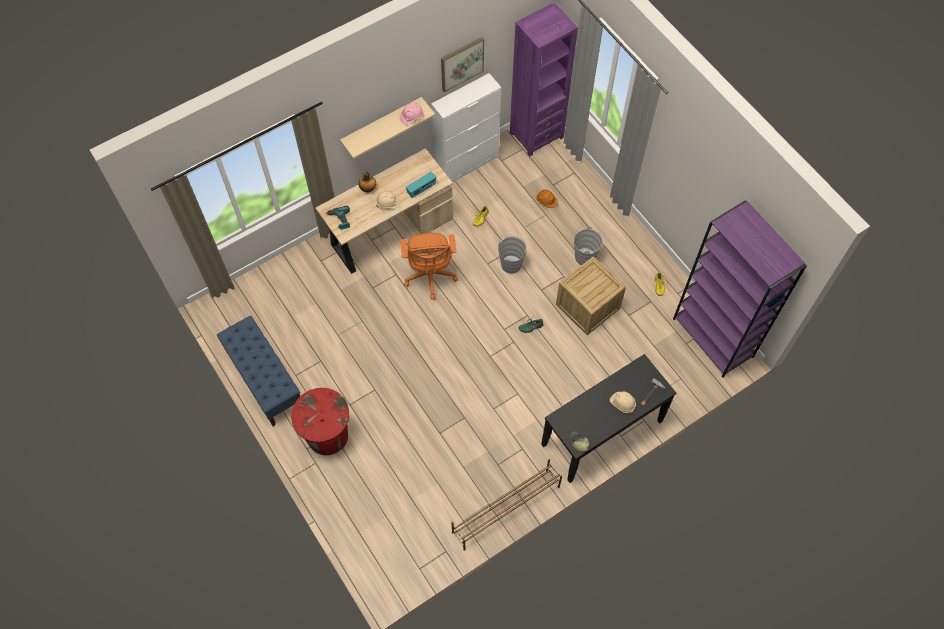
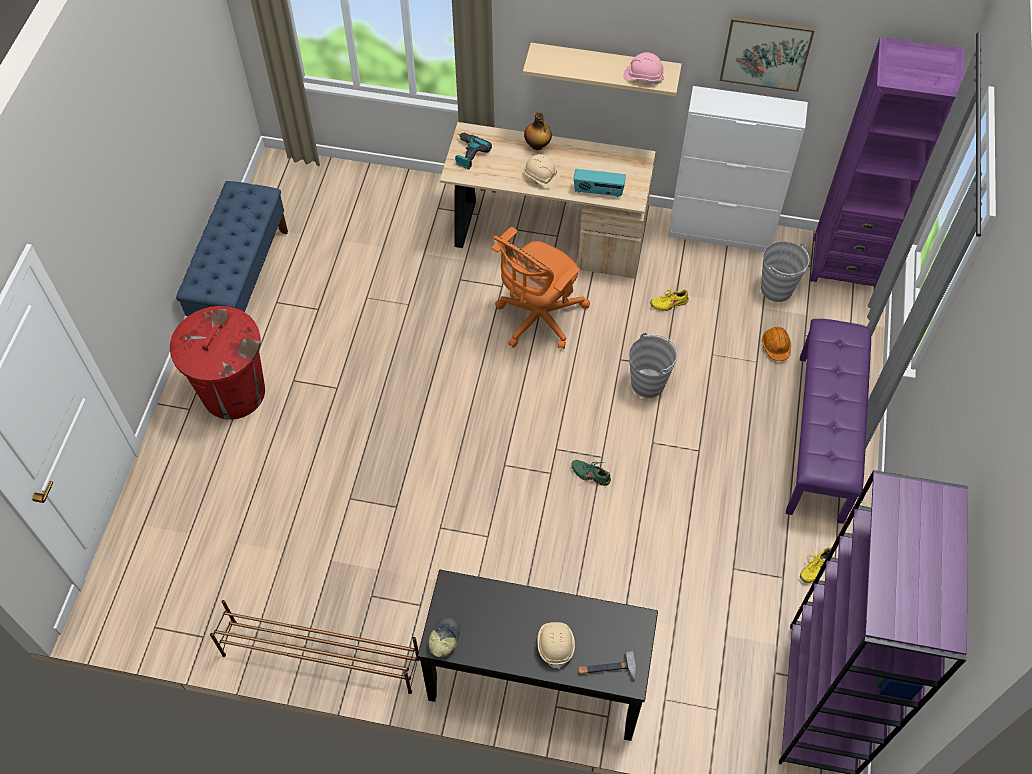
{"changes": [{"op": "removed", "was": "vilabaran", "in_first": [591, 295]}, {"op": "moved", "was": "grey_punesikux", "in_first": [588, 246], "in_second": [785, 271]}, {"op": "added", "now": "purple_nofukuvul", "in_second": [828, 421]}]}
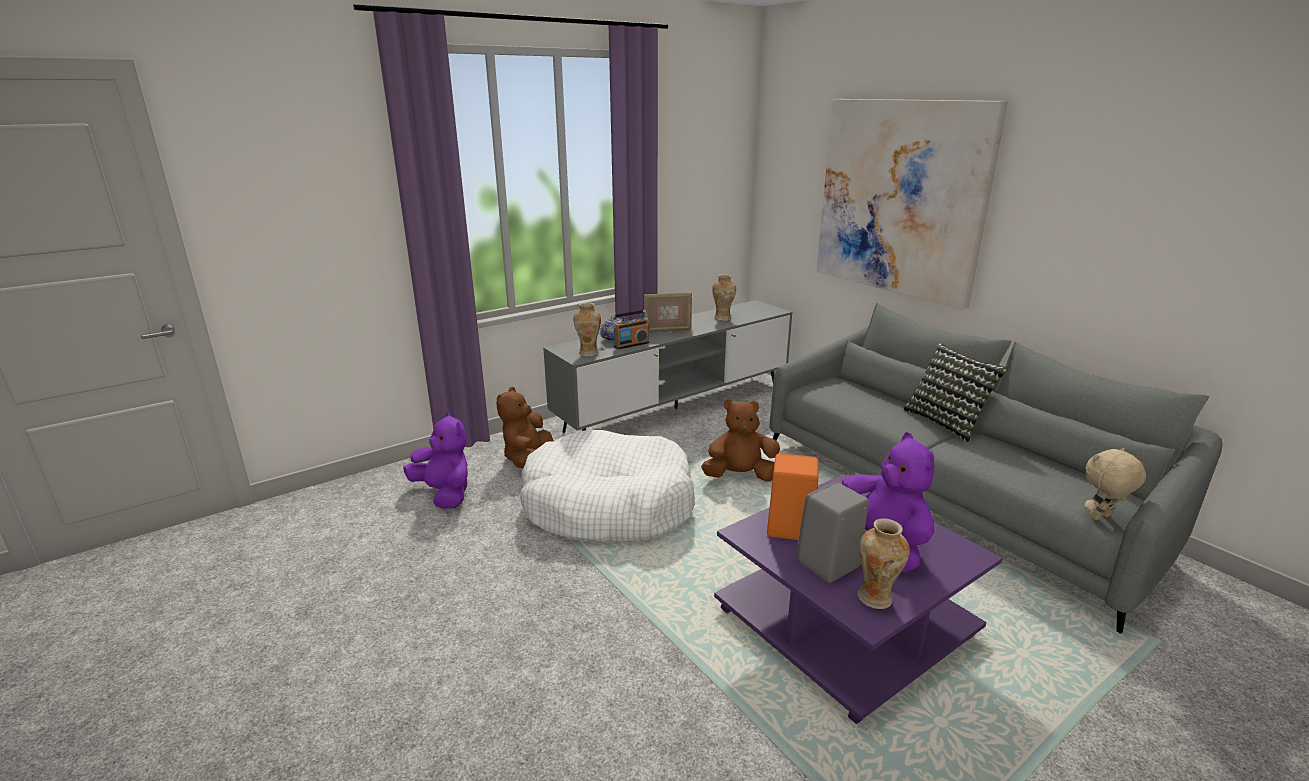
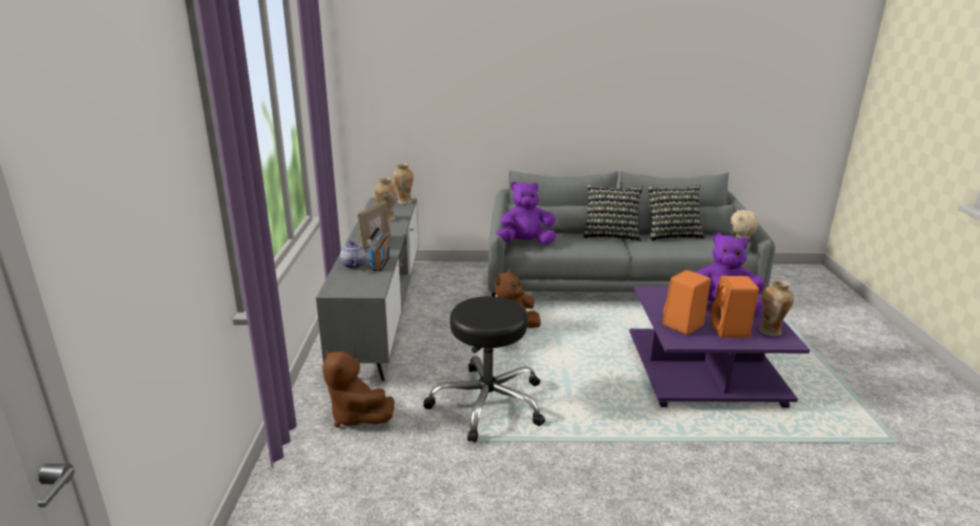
{"changes": [{"op": "moved", "was": "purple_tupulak", "in_first": [435, 460], "in_second": [526, 212]}, {"op": "replaced", "was": "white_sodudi", "now": "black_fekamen", "in_first": [607, 485], "in_second": [484, 369]}, {"op": "moved", "was": "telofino", "in_first": [587, 329], "in_second": [403, 183]}, {"op": "recoloured", "was": "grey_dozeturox", "now": "orange_dozeturox", "in_first": [833, 532], "in_second": [735, 307]}, {"op": "removed", "was": "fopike", "in_first": [912, 204]}, {"op": "added", "now": "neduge", "in_second": [676, 213]}]}
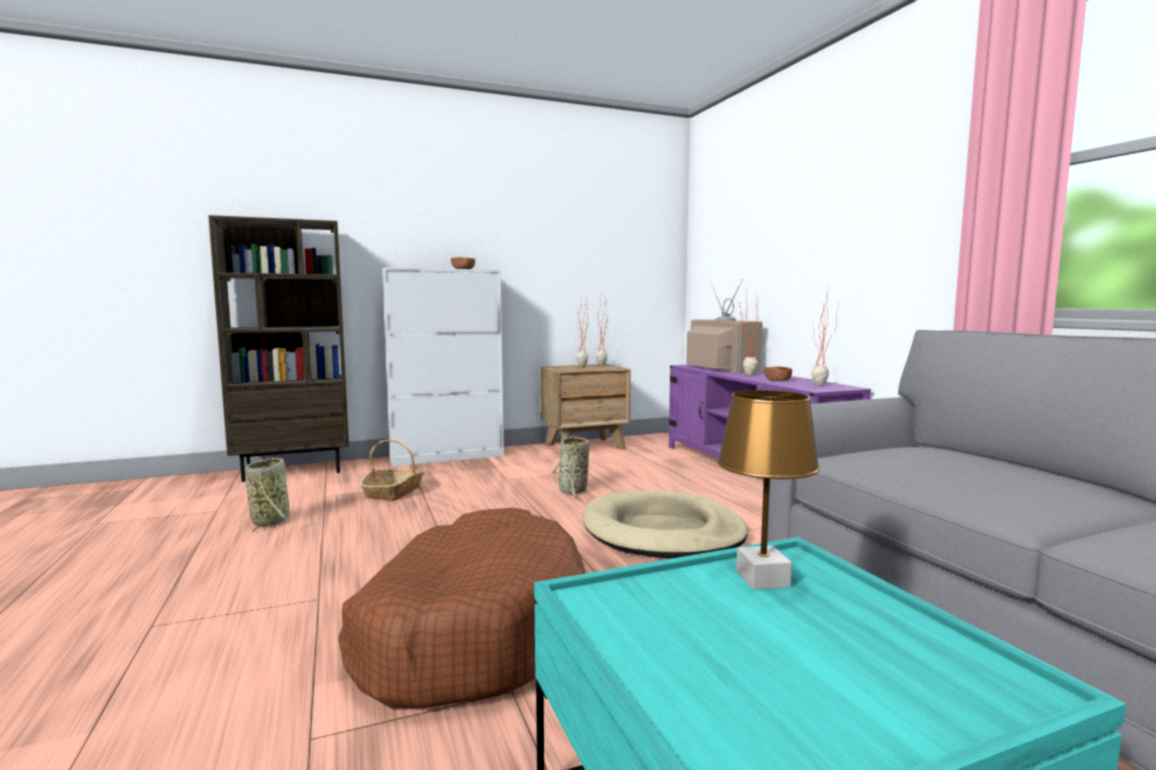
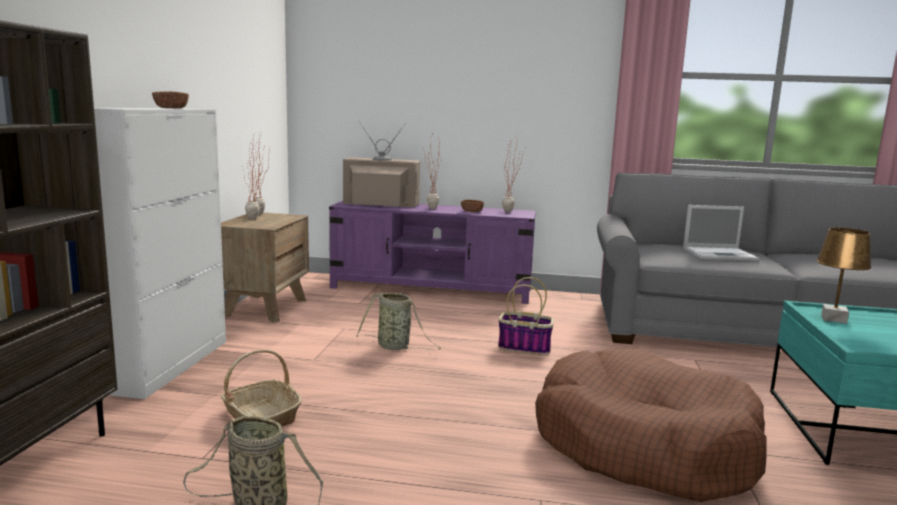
{"changes": [{"op": "replaced", "was": "beige_sodudi", "now": "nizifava", "in_first": [665, 525], "in_second": [526, 316]}, {"op": "added", "now": "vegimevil", "in_second": [721, 233]}]}
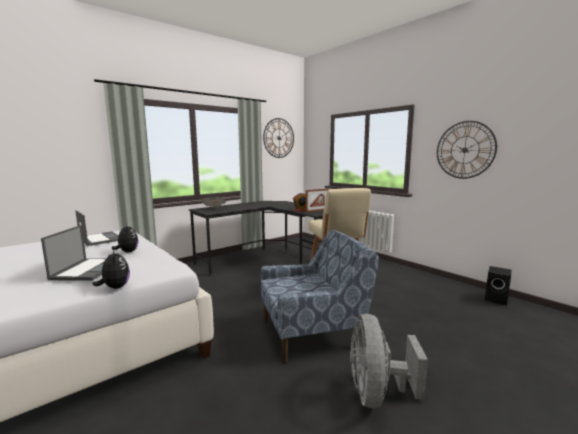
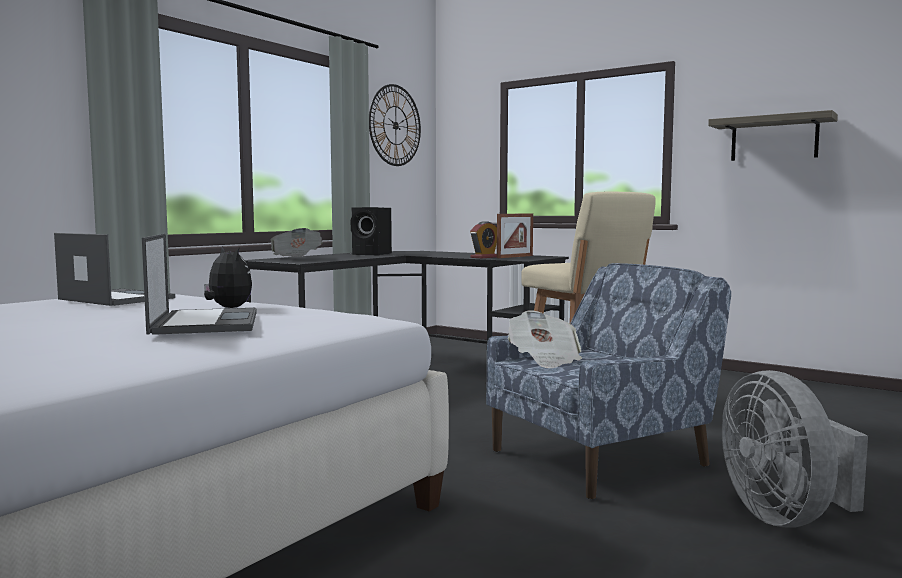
{"changes": [{"op": "removed", "was": "tupulak", "in_first": [111, 269]}, {"op": "replaced", "was": "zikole", "now": "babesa", "in_first": [467, 150], "in_second": [773, 135]}, {"op": "moved", "was": "black_dozeturox", "in_first": [498, 285], "in_second": [371, 231]}, {"op": "added", "now": "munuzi", "in_second": [545, 339]}]}
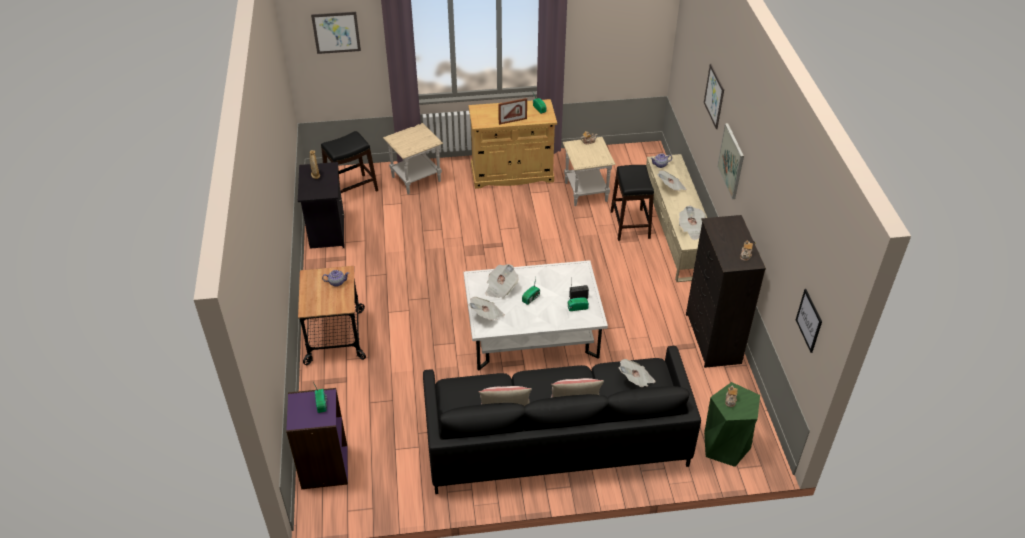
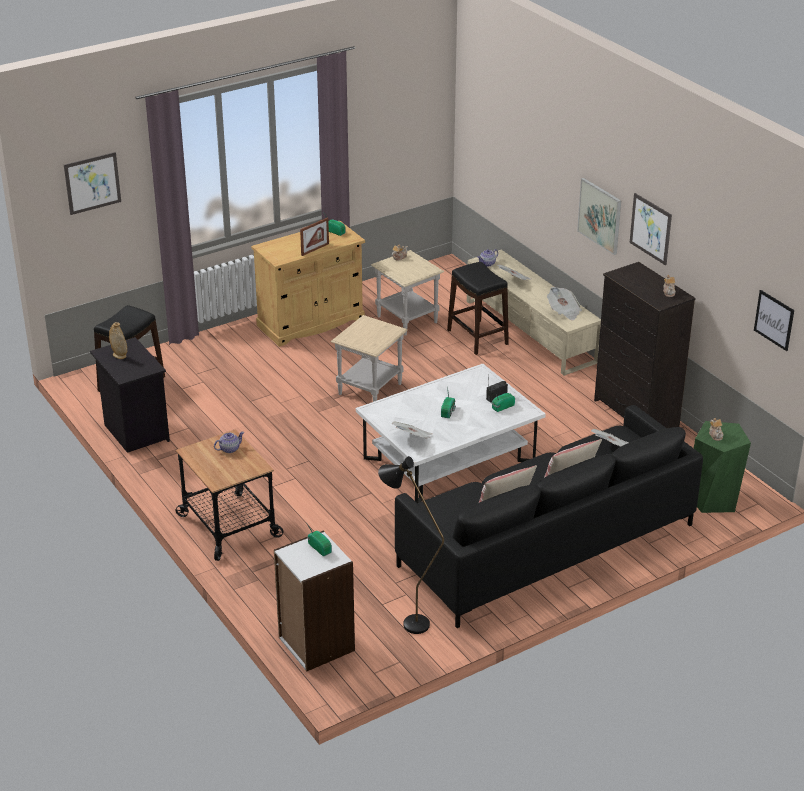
{"changes": [{"op": "recoloured", "was": "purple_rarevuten", "now": "white_rarevuten", "in_first": [317, 438], "in_second": [314, 601]}, {"op": "moved", "was": "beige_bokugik", "in_first": [413, 158], "in_second": [369, 358]}, {"op": "removed", "was": "munuzi", "in_first": [502, 281]}, {"op": "moved", "was": "fopike", "in_first": [714, 96], "in_second": [651, 229]}, {"op": "added", "now": "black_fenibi", "in_second": [411, 545]}]}
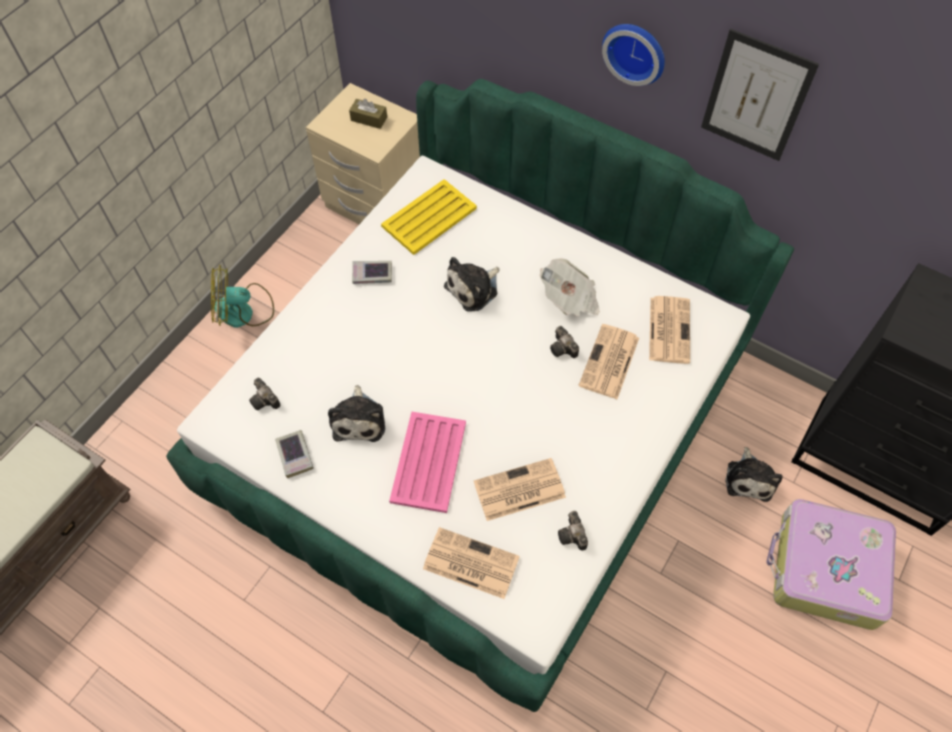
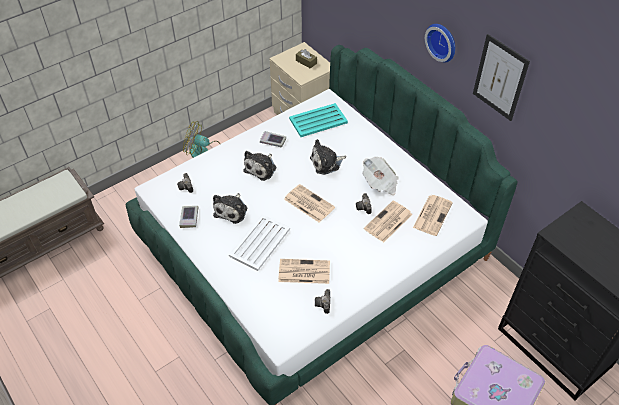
{"changes": [{"op": "recoloured", "was": "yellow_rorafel", "now": "turquoise_rorafel", "in_first": [429, 217], "in_second": [318, 120]}, {"op": "recoloured", "was": "pink_rorafel", "now": "white_rorafel", "in_first": [427, 462], "in_second": [259, 242]}, {"op": "moved", "was": "munuzi", "in_first": [471, 563], "in_second": [309, 203]}, {"op": "moved", "was": "tupulak", "in_first": [753, 474], "in_second": [259, 166]}]}
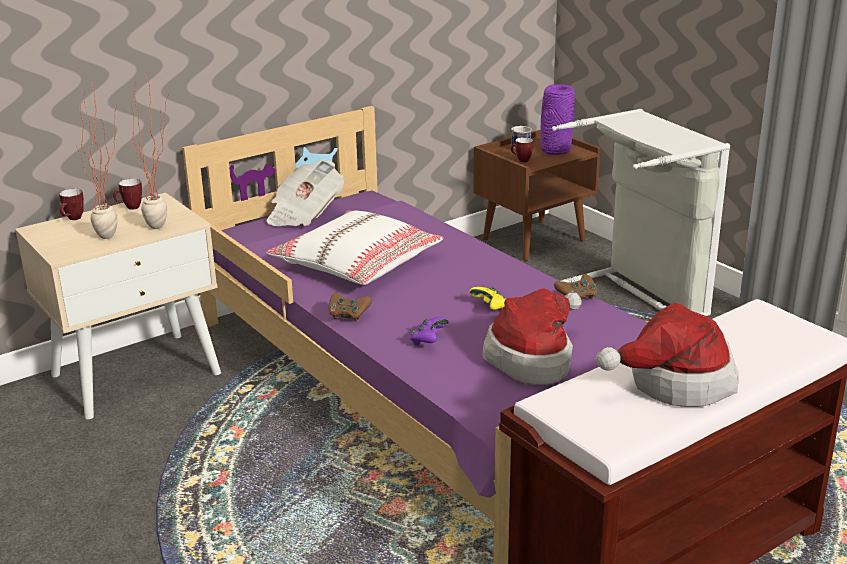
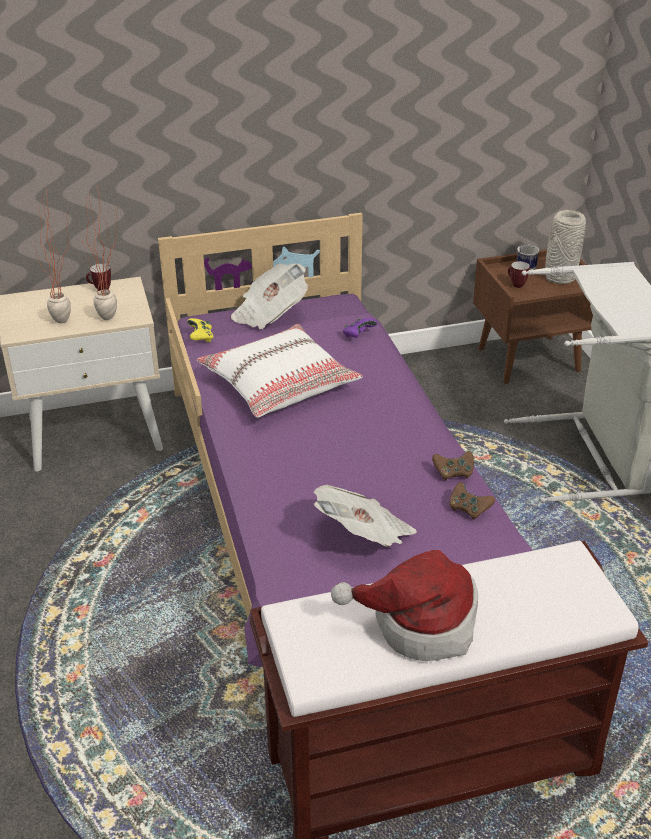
{"changes": [{"op": "removed", "was": "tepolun", "in_first": [71, 204]}, {"op": "moved", "was": "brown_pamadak", "in_first": [350, 307], "in_second": [472, 501]}, {"op": "moved", "was": "purple_pamadak", "in_first": [429, 331], "in_second": [360, 328]}, {"op": "moved", "was": "yellow_pamadak", "in_first": [487, 298], "in_second": [200, 330]}, {"op": "replaced", "was": "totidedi", "now": "munuzi", "in_first": [532, 336], "in_second": [365, 516]}, {"op": "recoloured", "was": "purple_telofino", "now": "grey_telofino", "in_first": [557, 119], "in_second": [565, 247]}]}
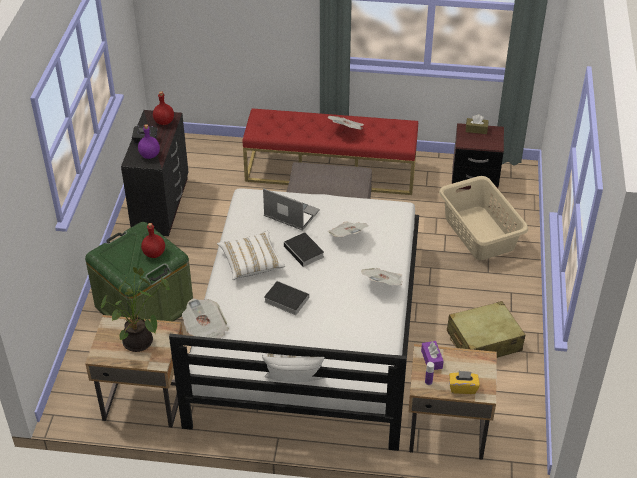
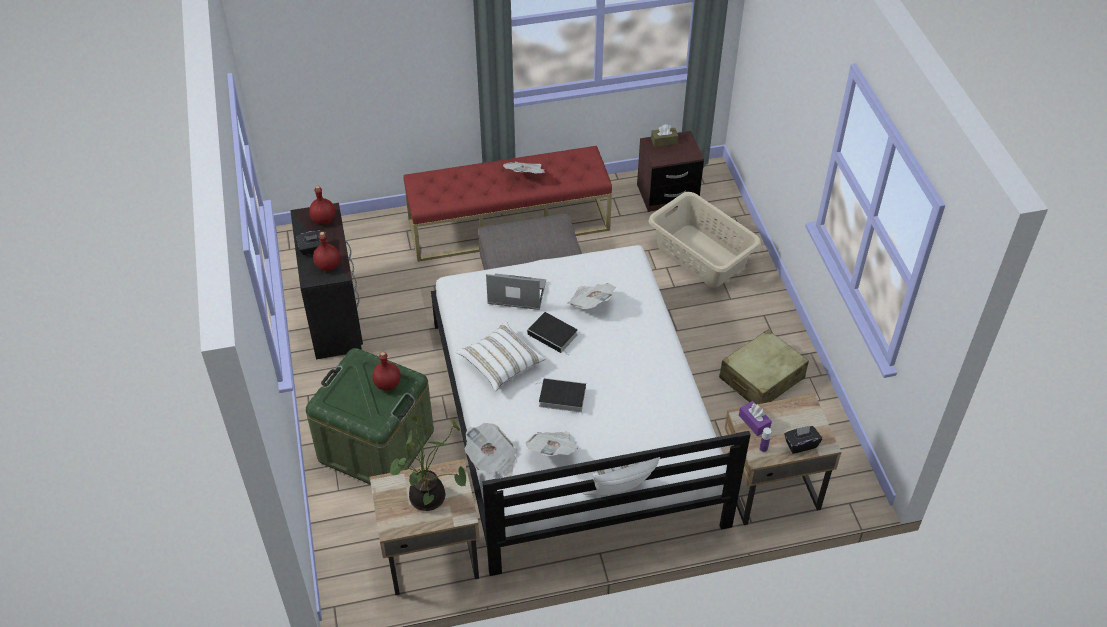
{"changes": [{"op": "recoloured", "was": "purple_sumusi", "now": "red_sumusi", "in_first": [149, 141], "in_second": [326, 251]}, {"op": "moved", "was": "munuzi", "in_first": [382, 276], "in_second": [552, 444]}, {"op": "recoloured", "was": "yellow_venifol", "now": "black_venifol", "in_first": [464, 382], "in_second": [803, 440]}]}
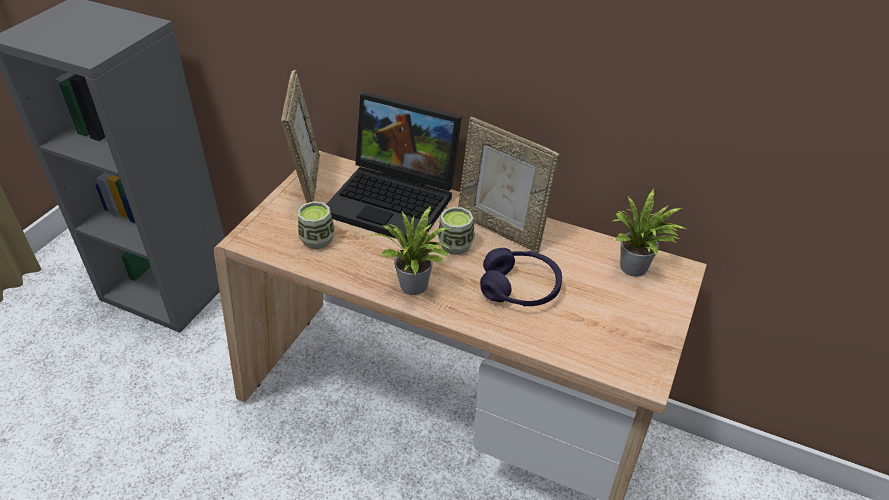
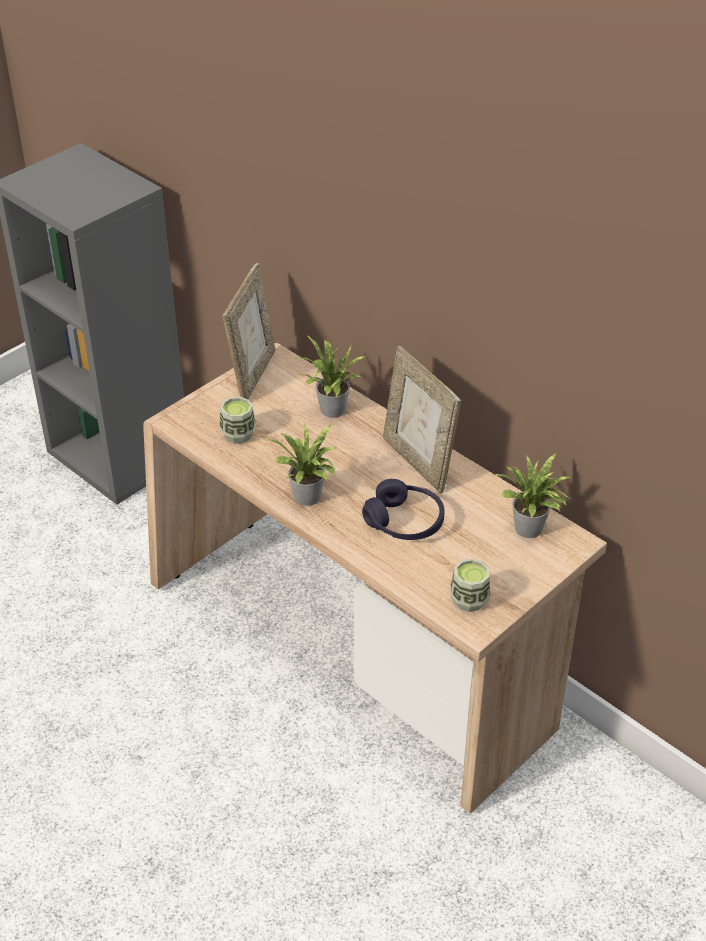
{"changes": [{"op": "replaced", "was": "vegimevil", "now": "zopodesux", "in_first": [394, 167], "in_second": [329, 376]}, {"op": "moved", "was": "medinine", "in_first": [456, 231], "in_second": [470, 585]}]}
